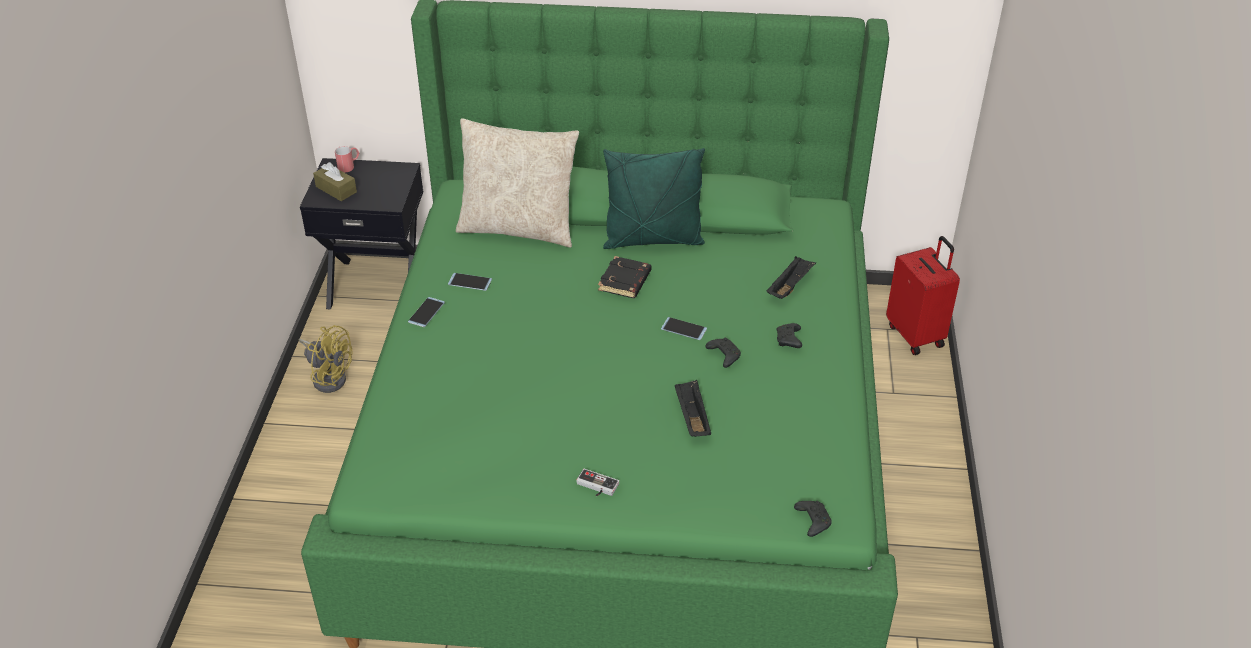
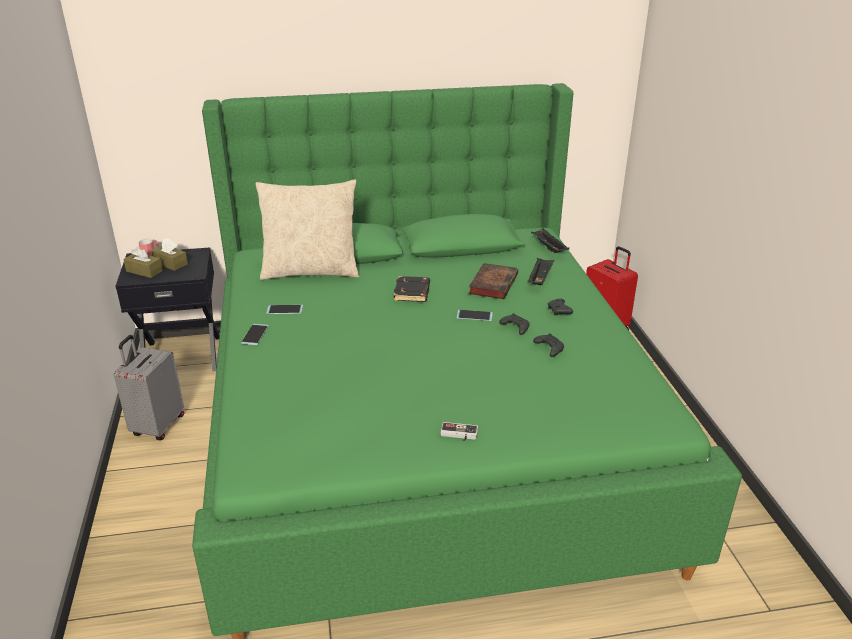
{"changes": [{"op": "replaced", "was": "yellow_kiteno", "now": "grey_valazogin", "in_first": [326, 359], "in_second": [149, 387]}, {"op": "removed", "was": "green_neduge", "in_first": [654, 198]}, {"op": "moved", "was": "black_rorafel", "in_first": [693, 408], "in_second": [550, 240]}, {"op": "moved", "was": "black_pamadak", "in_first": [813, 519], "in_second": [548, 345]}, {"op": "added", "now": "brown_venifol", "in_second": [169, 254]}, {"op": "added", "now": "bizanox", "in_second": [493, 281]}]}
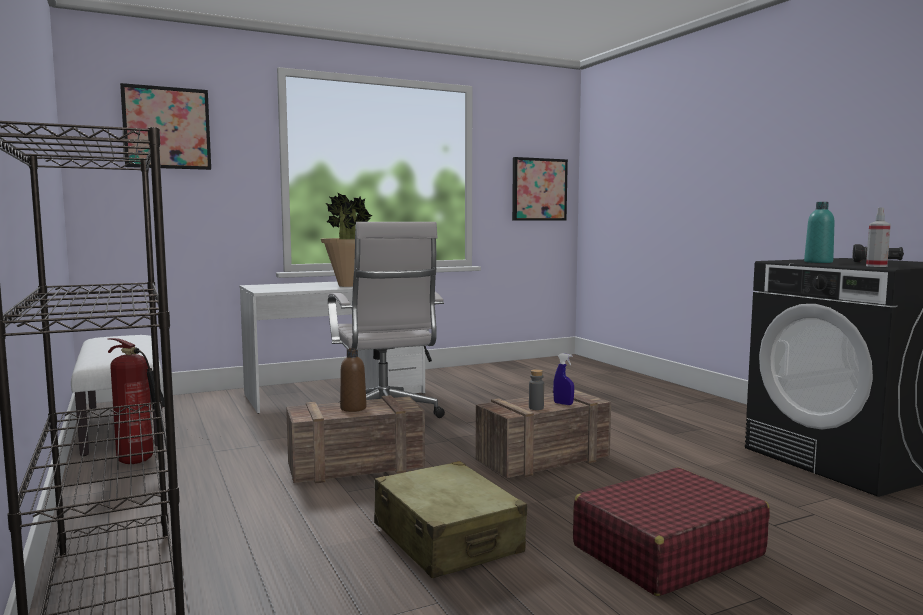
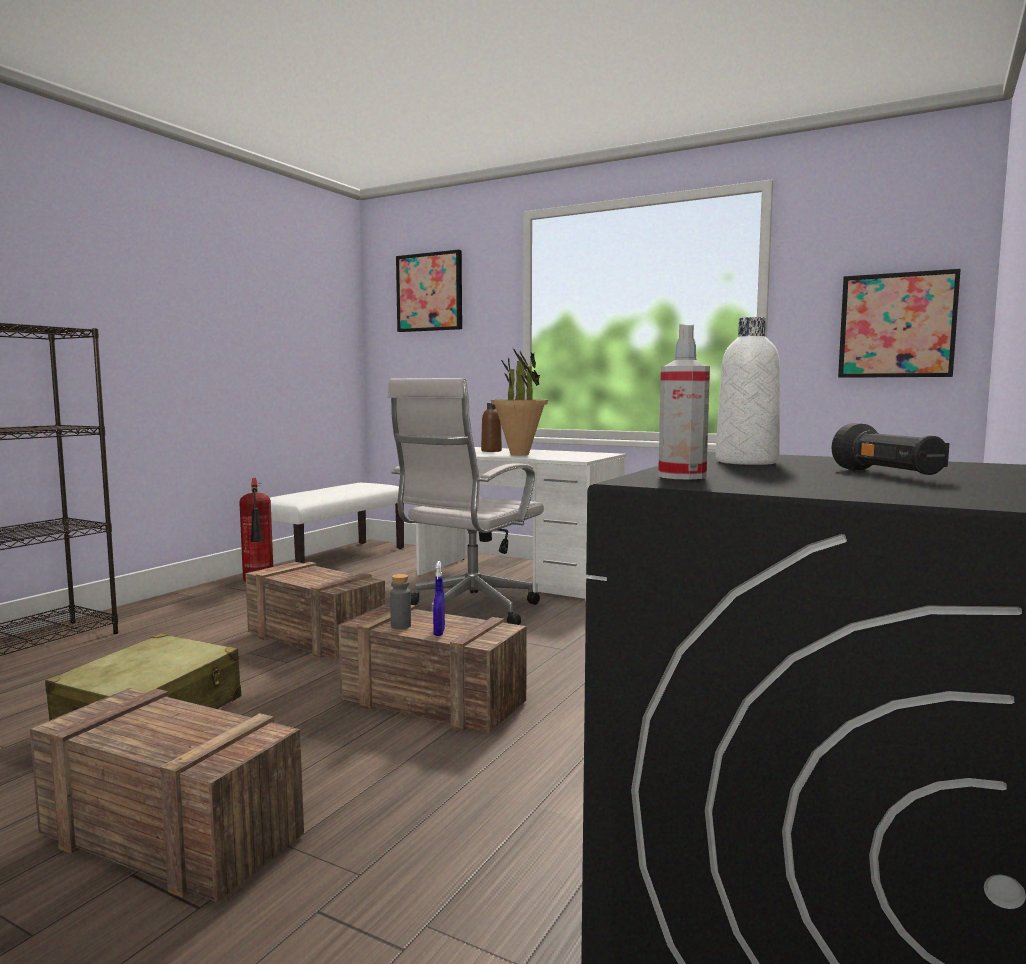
{"changes": [{"op": "moved", "was": "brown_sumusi", "in_first": [353, 380], "in_second": [491, 427]}, {"op": "replaced", "was": "red_valazogin", "now": "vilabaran", "in_first": [671, 531], "in_second": [167, 795]}, {"op": "recoloured", "was": "turquoise_sumusi", "now": "white_sumusi", "in_first": [819, 232], "in_second": [747, 391]}]}
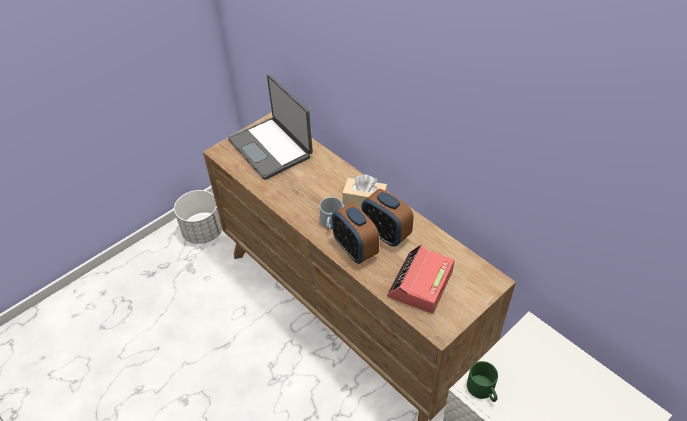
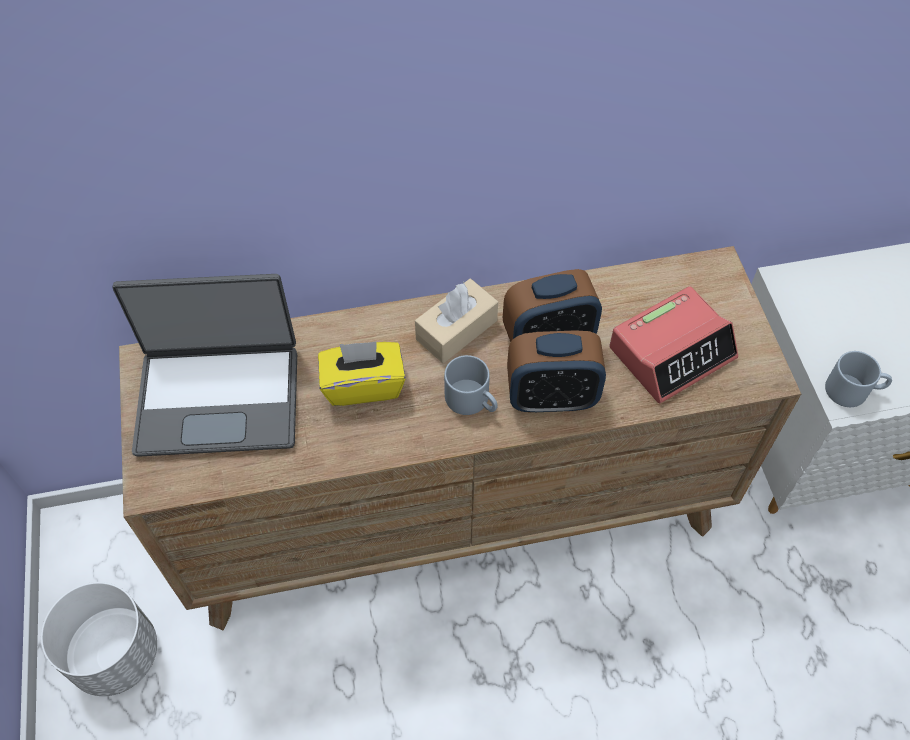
{"changes": [{"op": "turned", "was": "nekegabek", "in_first": [421, 279], "in_second": [673, 344], "clockwise": -90}, {"op": "recoloured", "was": "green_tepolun", "now": "grey_tepolun", "in_first": [482, 381], "in_second": [858, 379]}, {"op": "added", "now": "yellow_venifol", "in_second": [362, 373]}]}
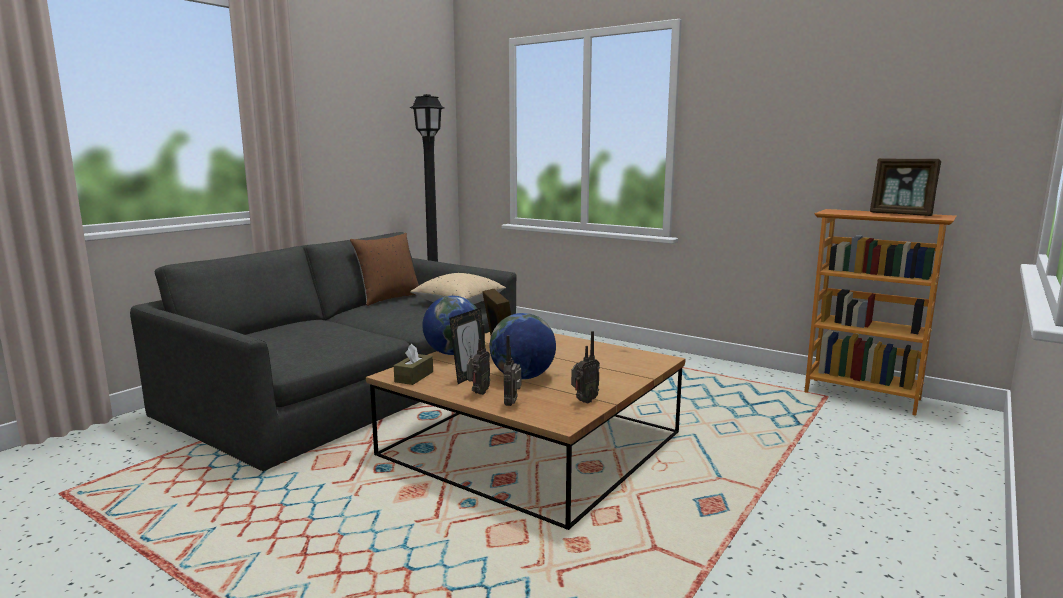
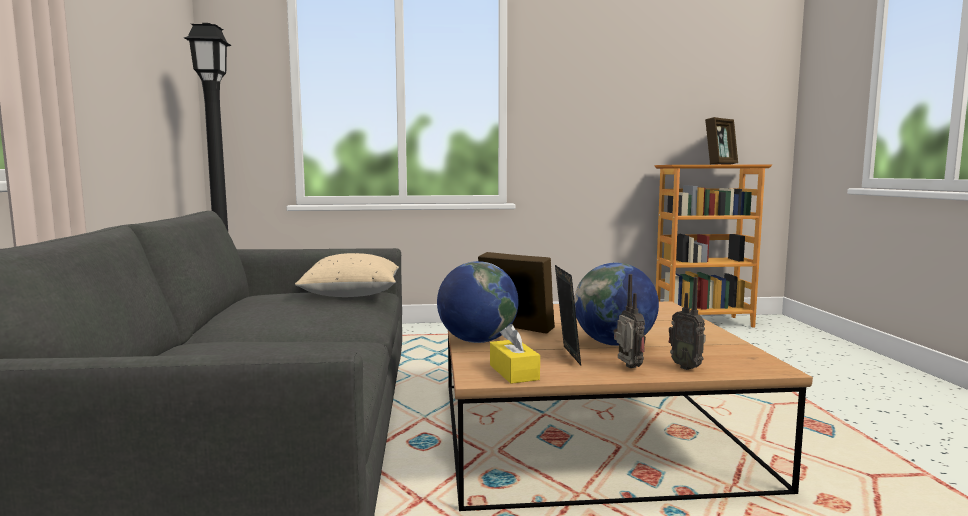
{"changes": [{"op": "removed", "was": "brown_neduge", "in_first": [384, 269]}, {"op": "recoloured", "was": "brown_venifol", "now": "yellow_venifol", "in_first": [413, 364], "in_second": [515, 354]}, {"op": "removed", "was": "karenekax", "in_first": [585, 367]}, {"op": "turned", "was": "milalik", "in_first": [905, 187], "in_second": [721, 141], "clockwise": -45}]}
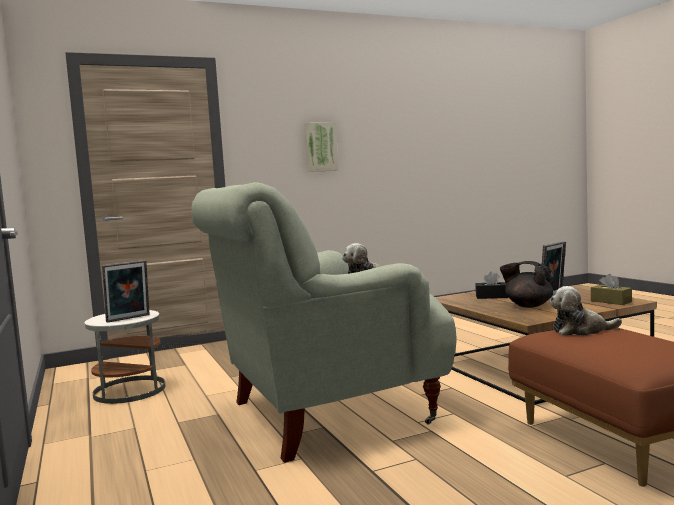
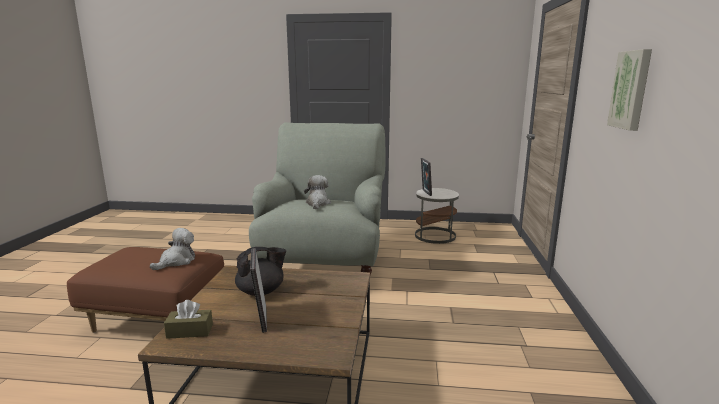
{"changes": [{"op": "removed", "was": "black_venifol", "in_first": [491, 285]}]}
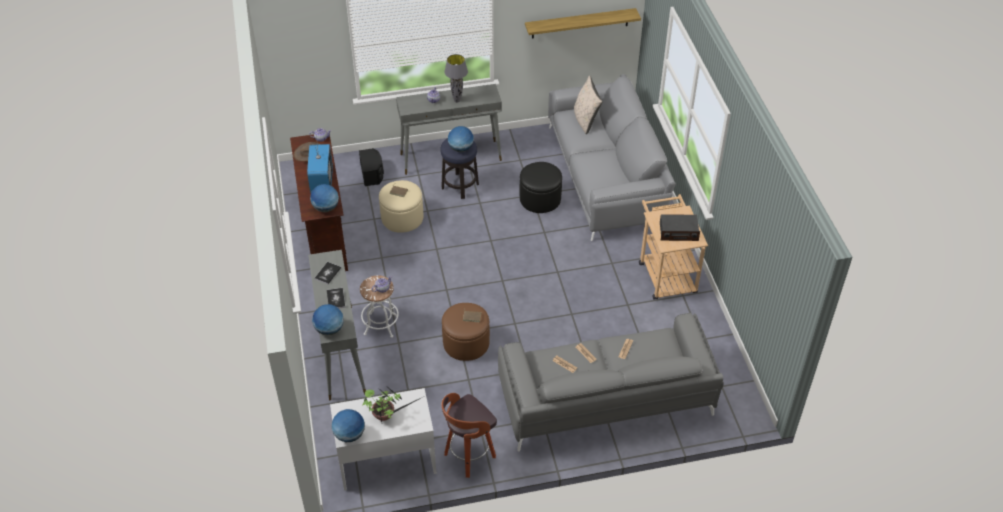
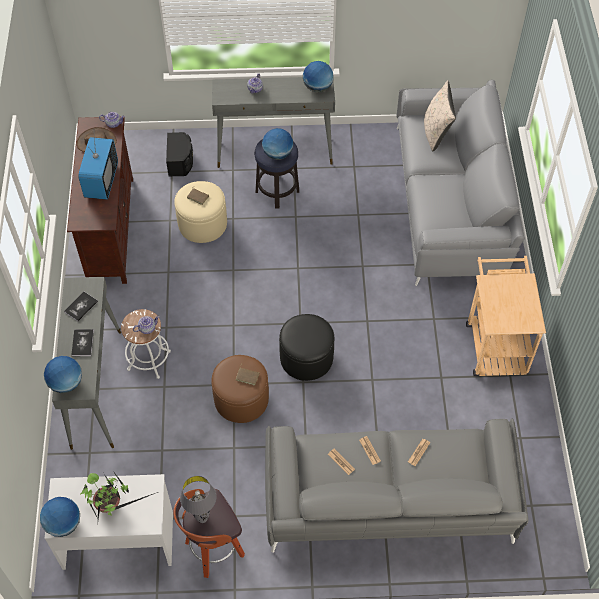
{"changes": [{"op": "moved", "was": "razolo", "in_first": [324, 198], "in_second": [318, 76]}, {"op": "moved", "was": "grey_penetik", "in_first": [456, 78], "in_second": [198, 499]}, {"op": "moved", "was": "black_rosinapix", "in_first": [541, 187], "in_second": [306, 347]}, {"op": "removed", "was": "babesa", "in_first": [583, 23]}, {"op": "removed", "was": "karenekax", "in_first": [680, 227]}]}
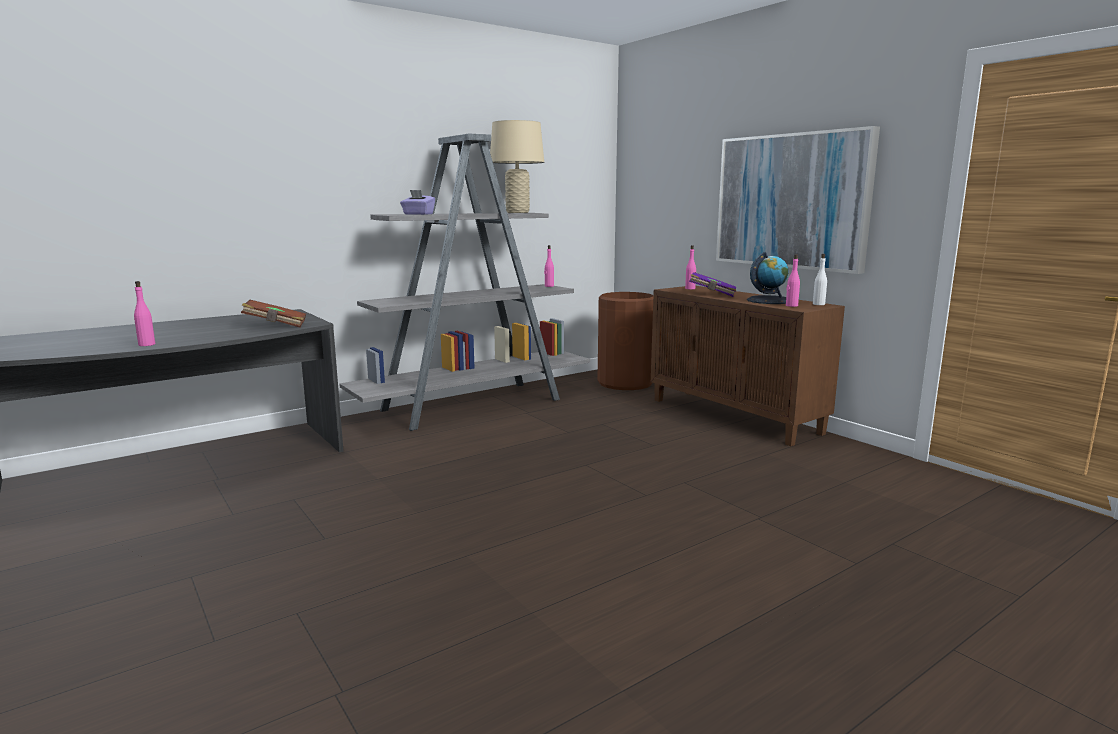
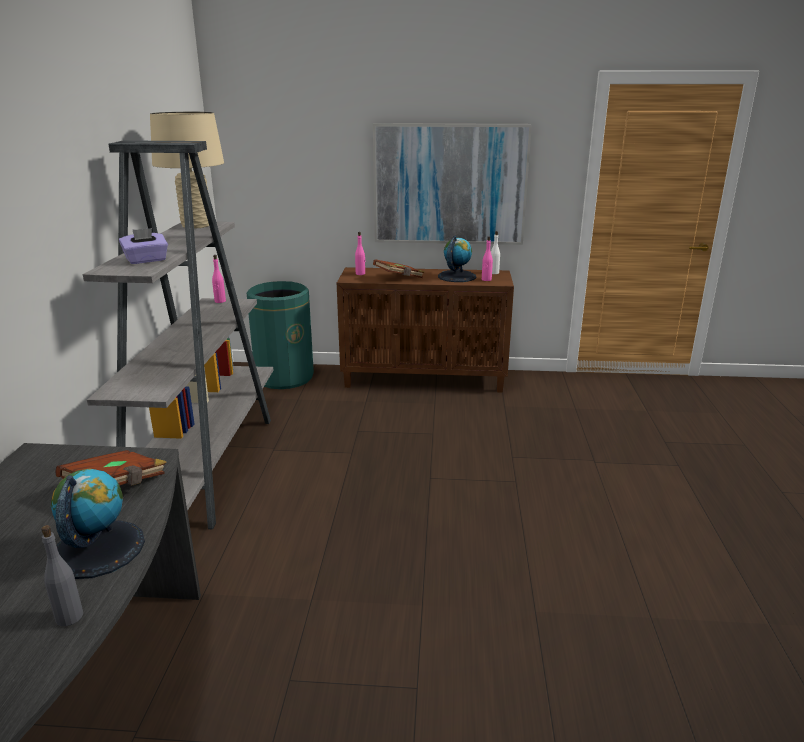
{"changes": [{"op": "recoloured", "was": "pink_sumusi", "now": "grey_sumusi", "in_first": [144, 313], "in_second": [62, 575]}, {"op": "recoloured", "was": "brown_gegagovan", "now": "green_gegagovan", "in_first": [625, 341], "in_second": [280, 335]}, {"op": "recoloured", "was": "purple_bizanox", "now": "brown_bizanox", "in_first": [712, 284], "in_second": [398, 268]}, {"op": "added", "now": "razolo", "in_second": [98, 523]}]}
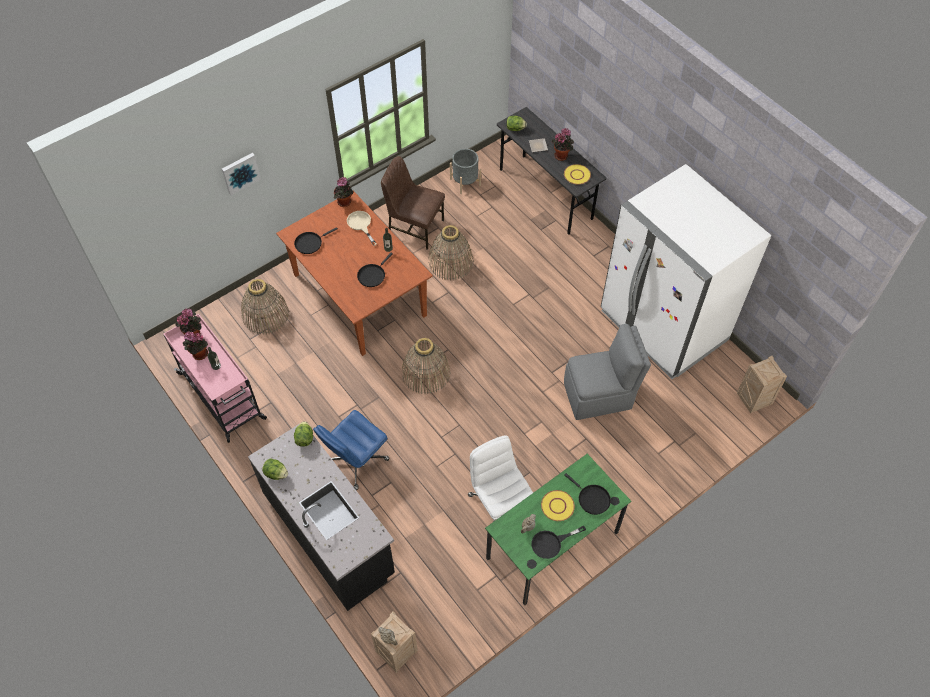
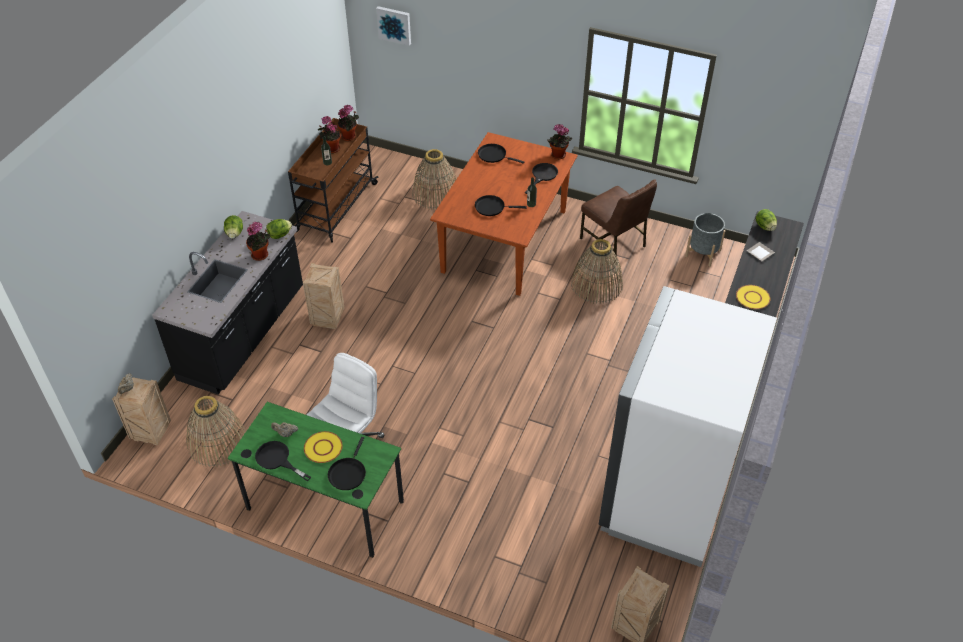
{"changes": [{"op": "recoloured", "was": "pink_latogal", "now": "brown_latogal", "in_first": [215, 378], "in_second": [333, 180]}, {"op": "moved", "was": "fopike", "in_first": [241, 174], "in_second": [393, 26]}, {"op": "replaced", "was": "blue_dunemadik", "now": "vilabaran", "in_first": [351, 450], "in_second": [323, 296]}, {"op": "recoloured", "was": "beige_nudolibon", "now": "black_nudolibon", "in_first": [362, 228], "in_second": [541, 178]}, {"op": "turned", "was": "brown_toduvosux", "in_first": [413, 203], "in_second": [618, 221], "clockwise": 150}, {"op": "moved", "was": "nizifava", "in_first": [426, 366], "in_second": [216, 431]}, {"op": "moved", "was": "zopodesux", "in_first": [562, 144], "in_second": [258, 241]}, {"op": "removed", "was": "grey_toduvosux", "in_first": [607, 372]}]}
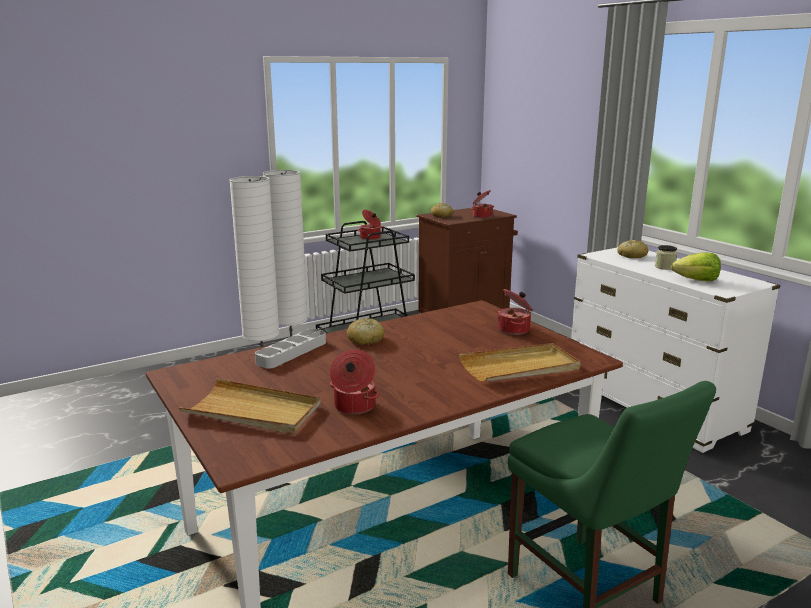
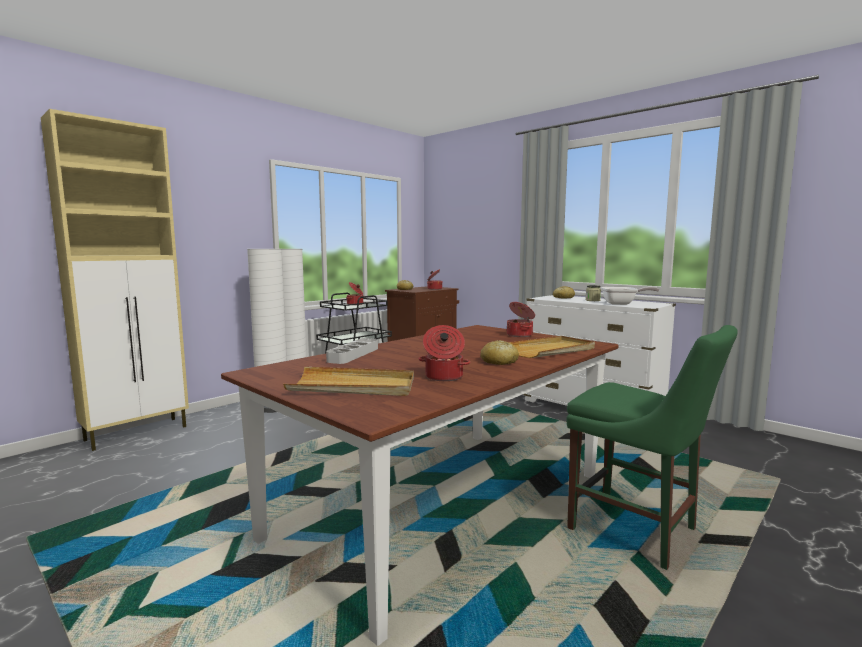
{"changes": [{"op": "moved", "was": "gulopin", "in_first": [365, 331], "in_second": [499, 352]}, {"op": "replaced", "was": "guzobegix", "now": "nudolibon", "in_first": [696, 266], "in_second": [630, 296]}, {"op": "added", "now": "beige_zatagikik", "in_second": [115, 280]}]}
